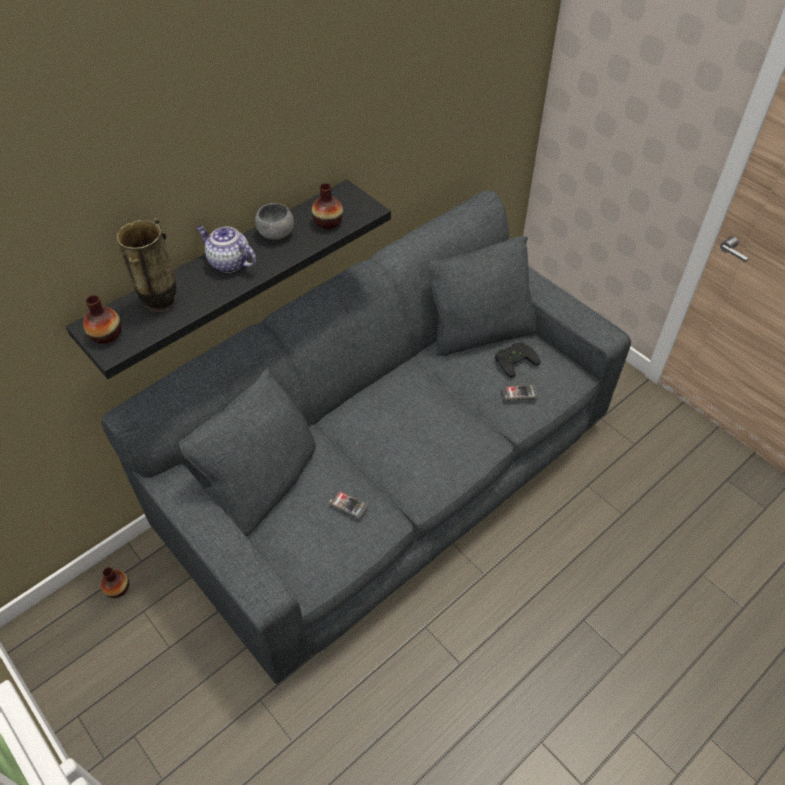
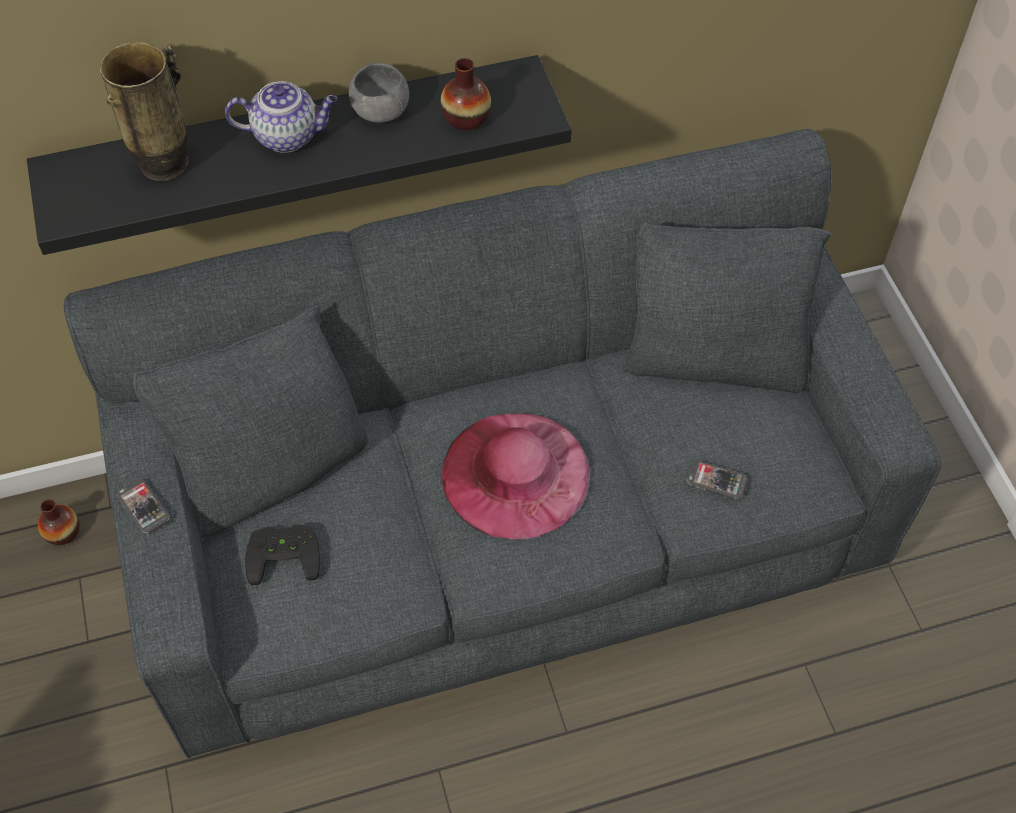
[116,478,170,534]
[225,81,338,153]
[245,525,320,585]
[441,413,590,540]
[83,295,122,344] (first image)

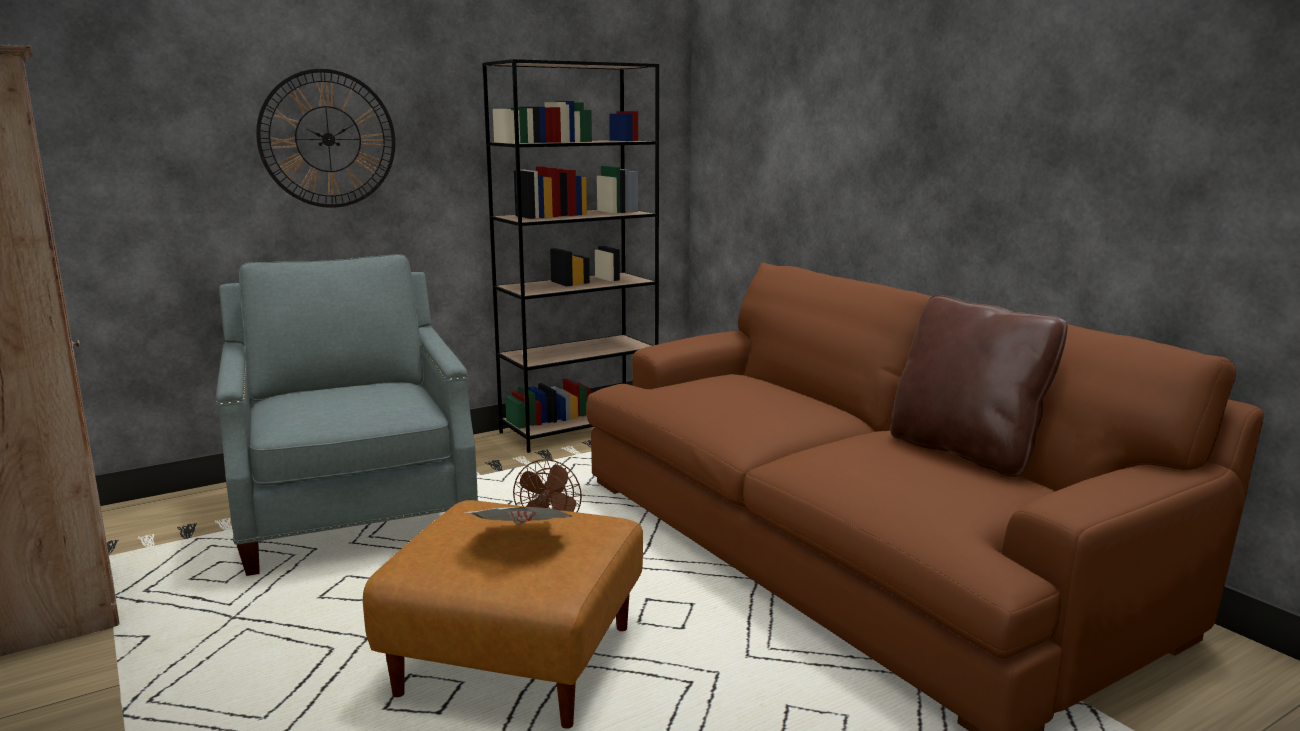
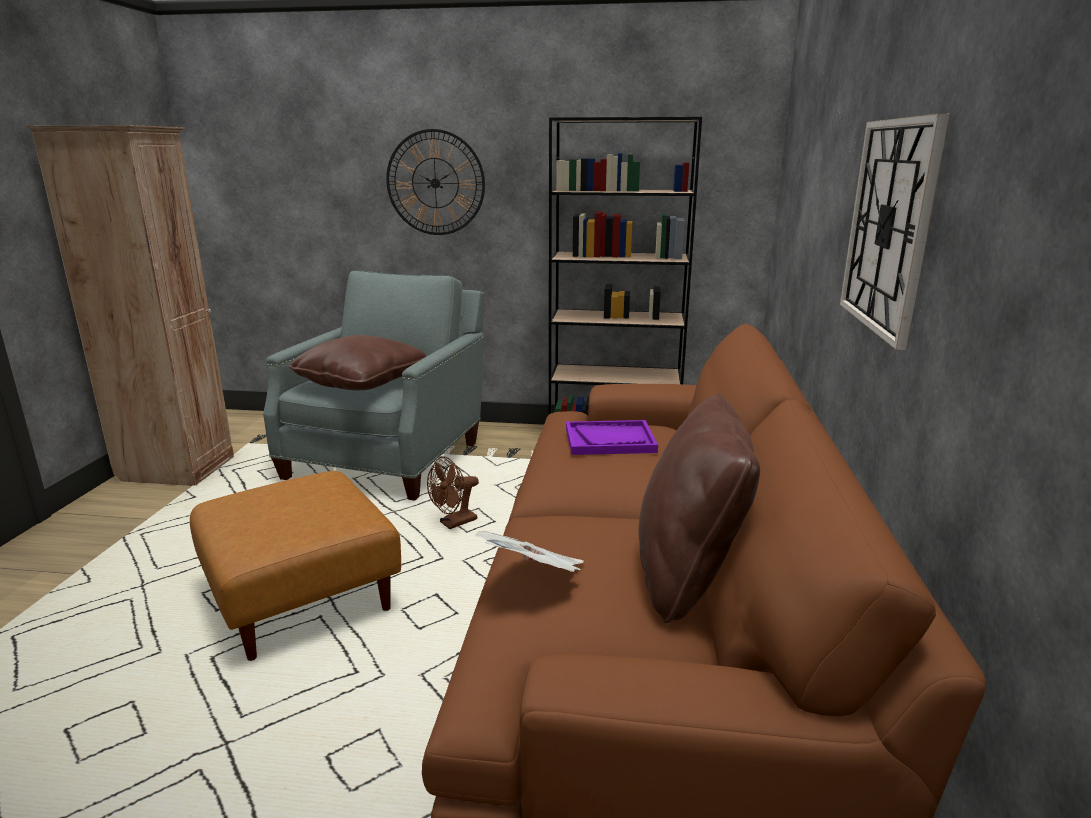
[288,335,427,390]
[475,531,584,572]
[566,420,658,455]
[840,114,950,350]

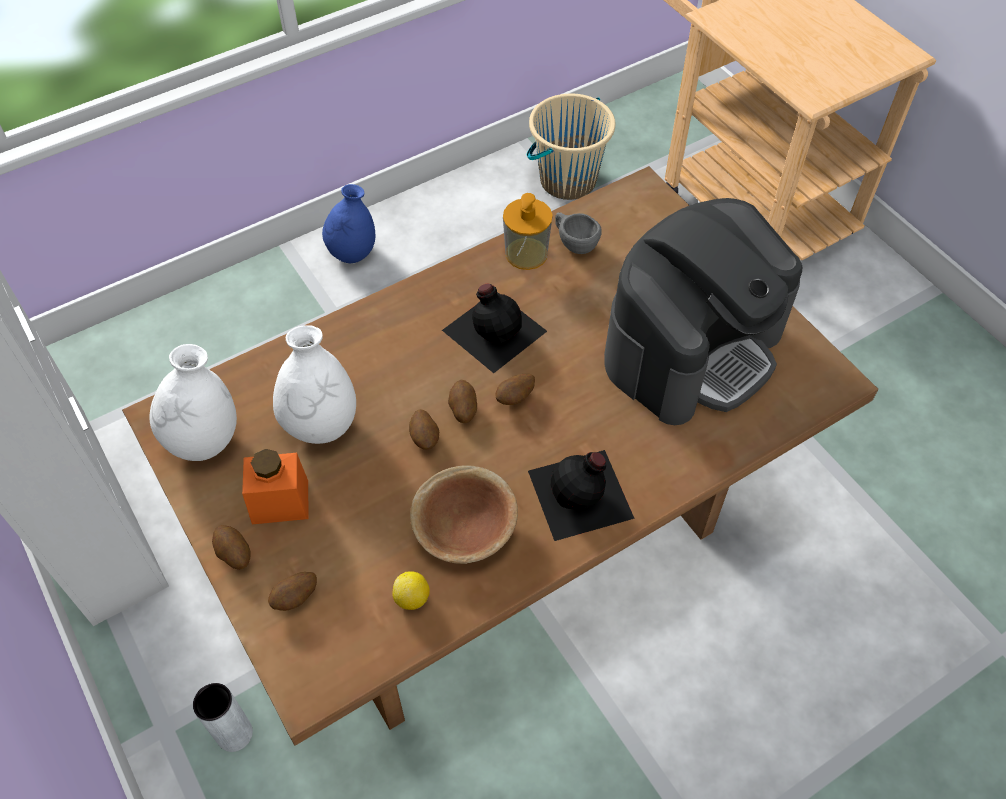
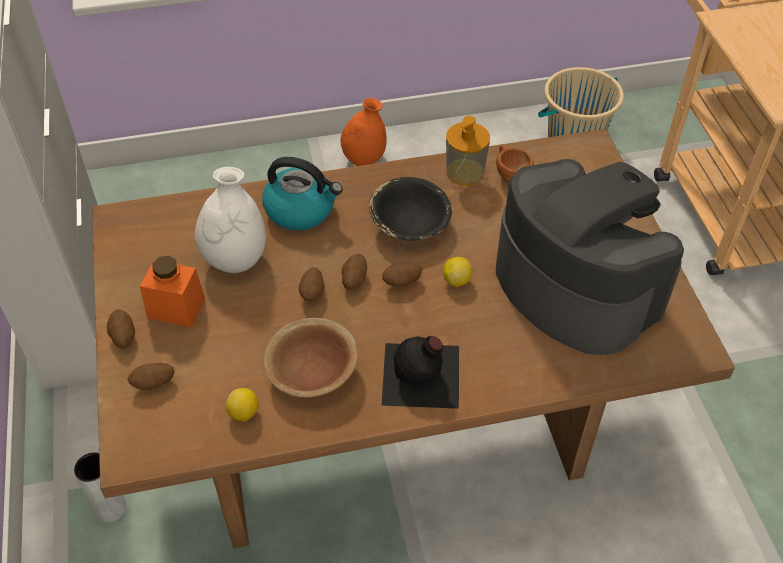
[262,157,343,231]
[340,98,387,166]
[369,177,452,241]
[443,257,473,287]
[496,144,534,183]
[496,159,684,355]
[149,344,237,461] (first image)

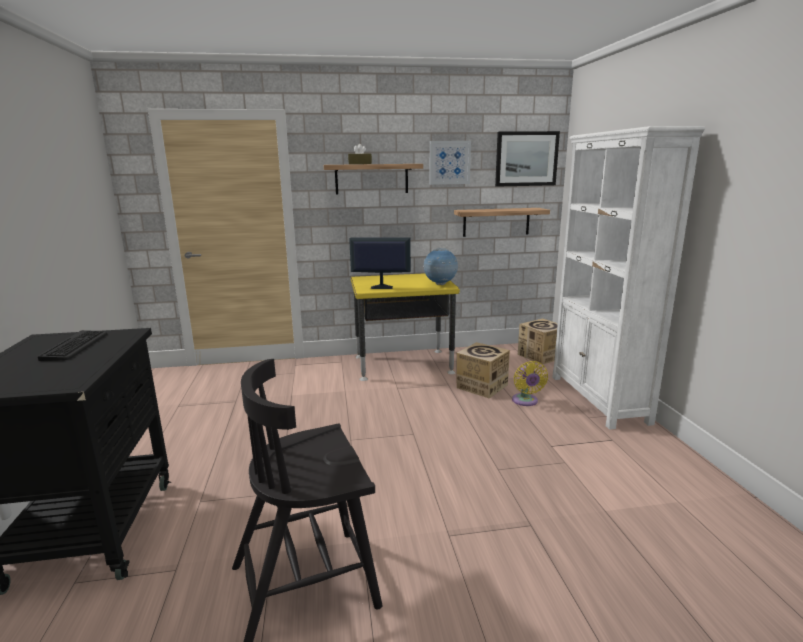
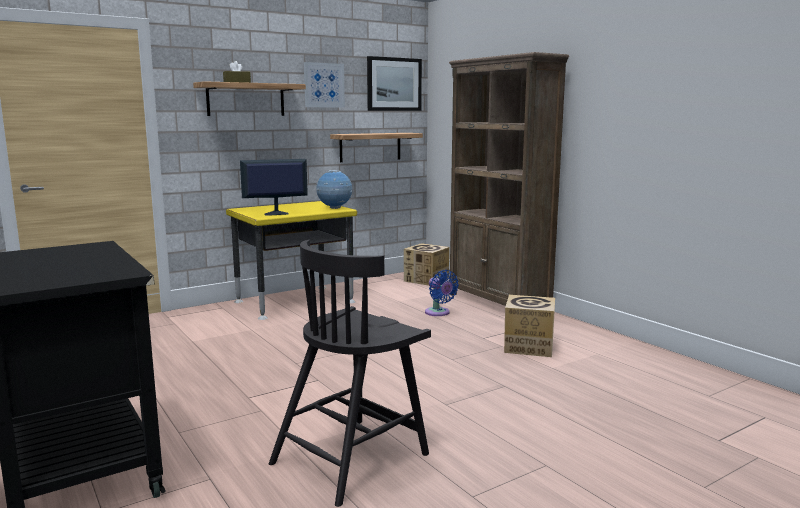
[425,270,459,316]
[449,52,569,306]
[504,295,555,357]
[38,330,107,361] (first image)

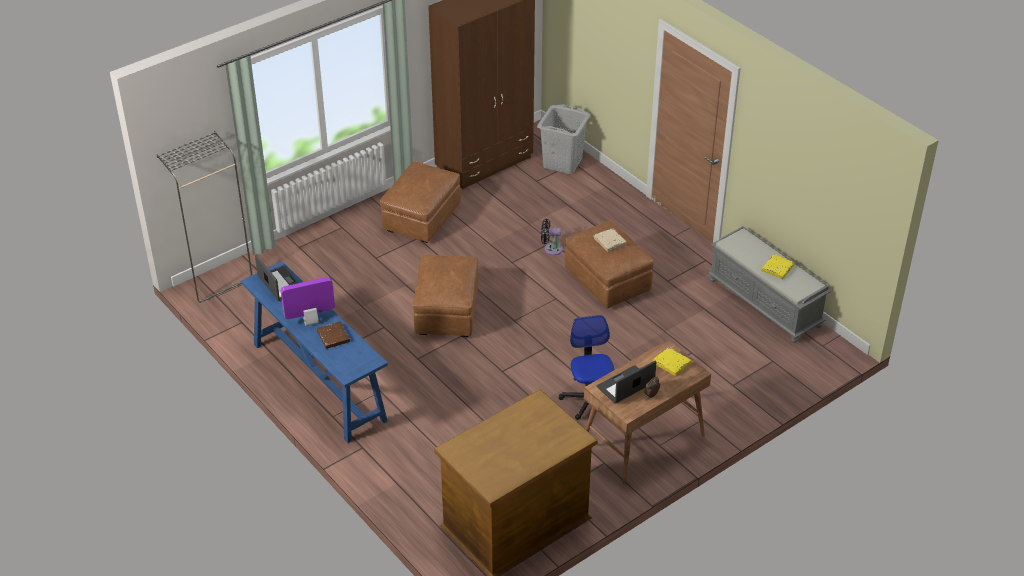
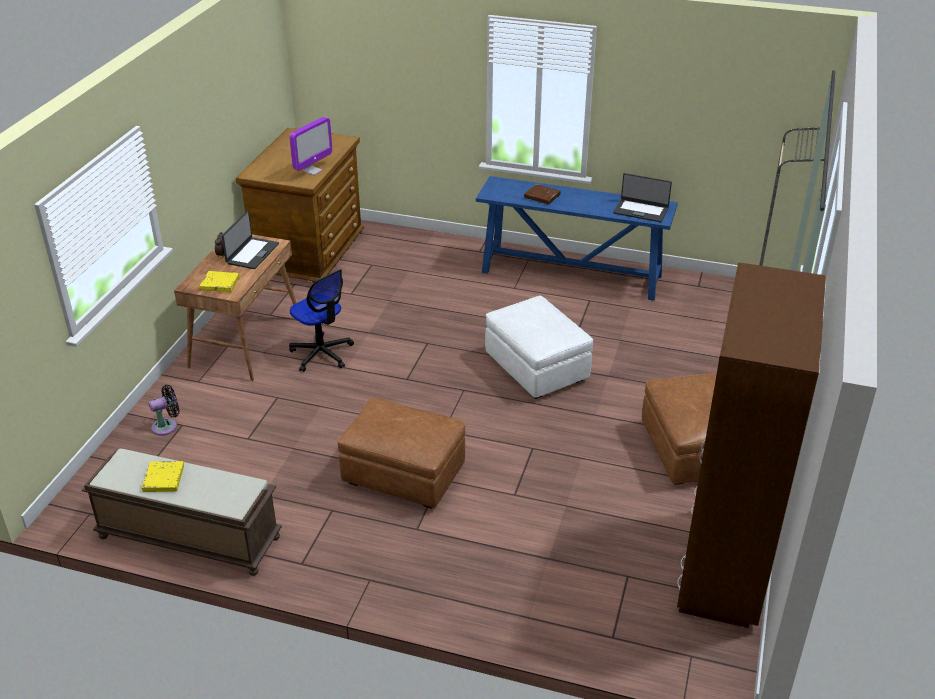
[81,449,282,576]
[149,385,180,436]
[290,117,332,175]
[485,295,593,399]
[537,104,590,174] (first image)
[594,228,627,252] (first image)

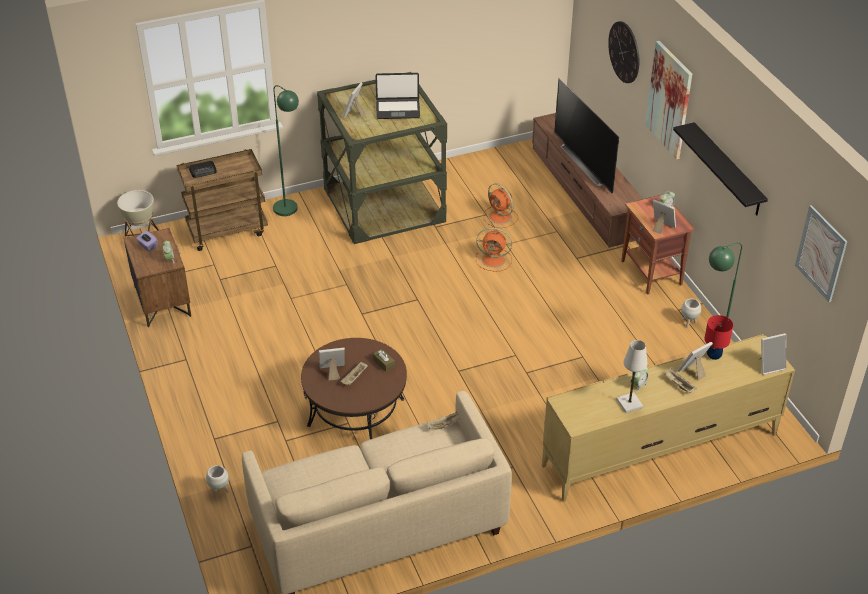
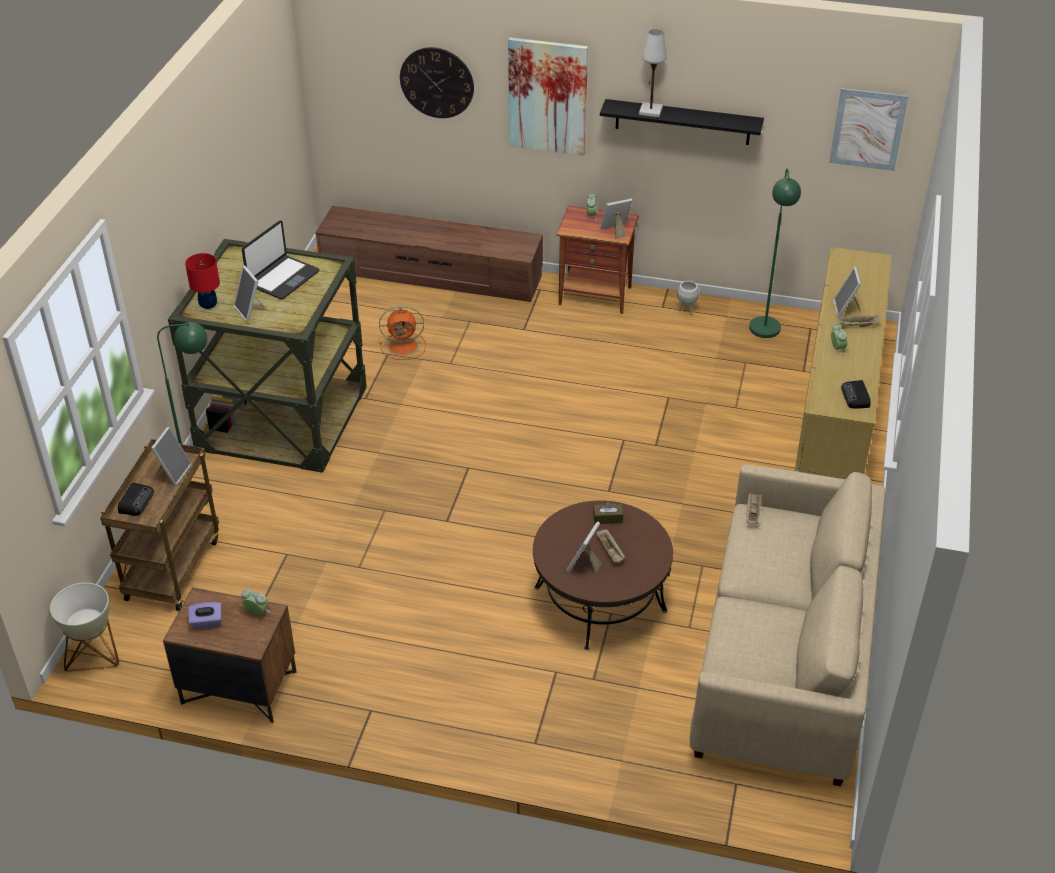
[151,427,192,486]
[185,253,220,309]
[639,29,667,117]
[841,380,871,409]
[206,465,229,497] (first image)
[476,228,512,271] (first image)
[554,78,619,194] (first image)

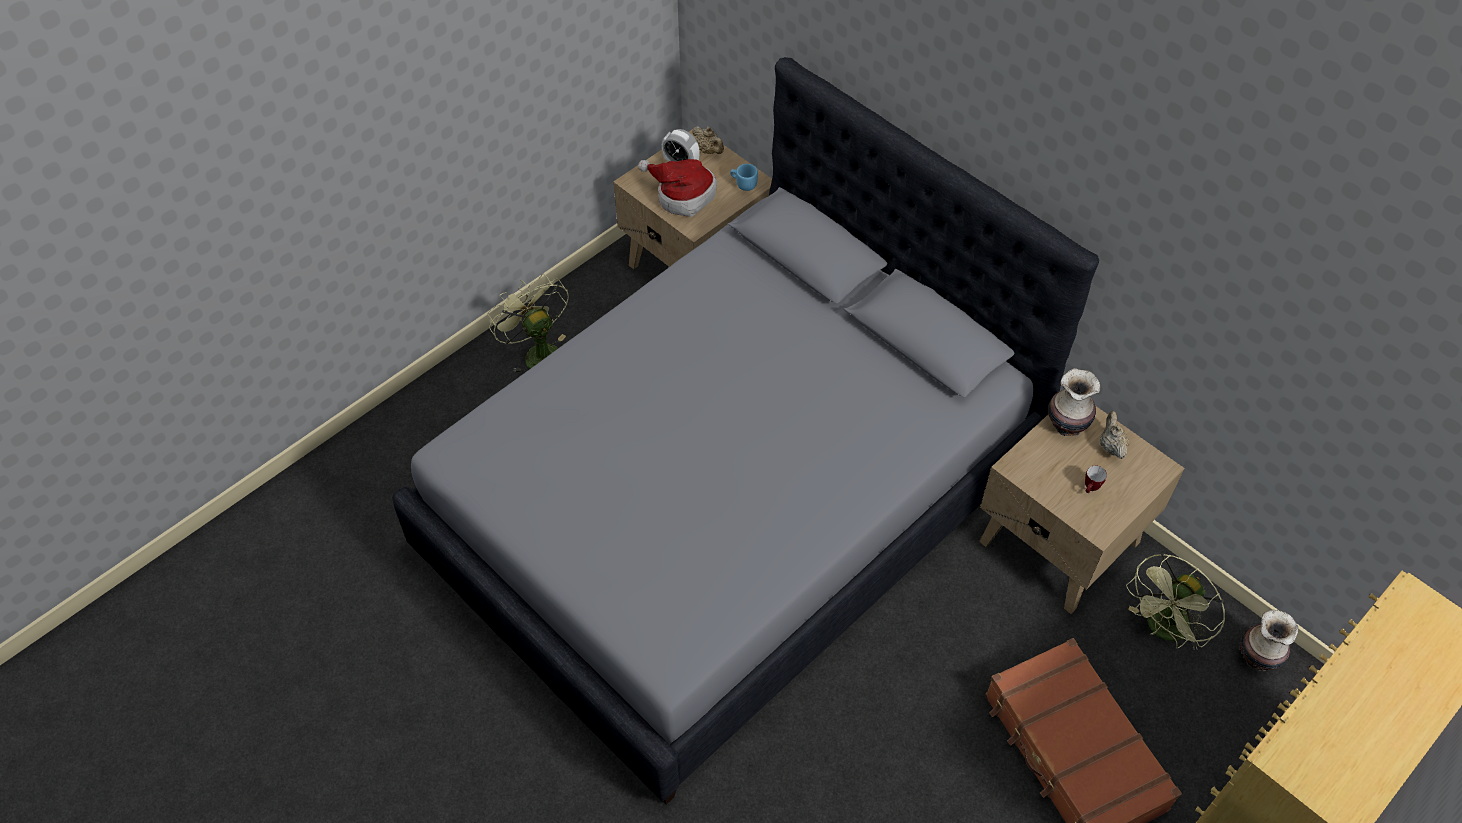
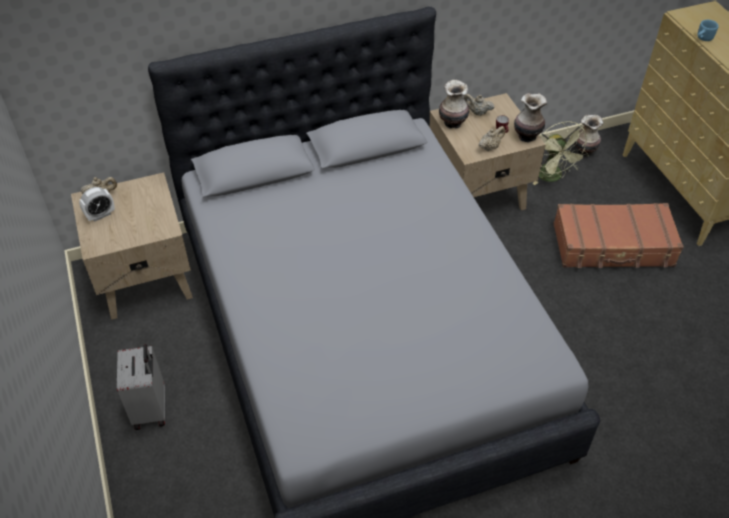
[117,344,165,430]
[479,126,505,151]
[514,93,547,142]
[698,20,719,41]
[638,159,717,217] (first image)

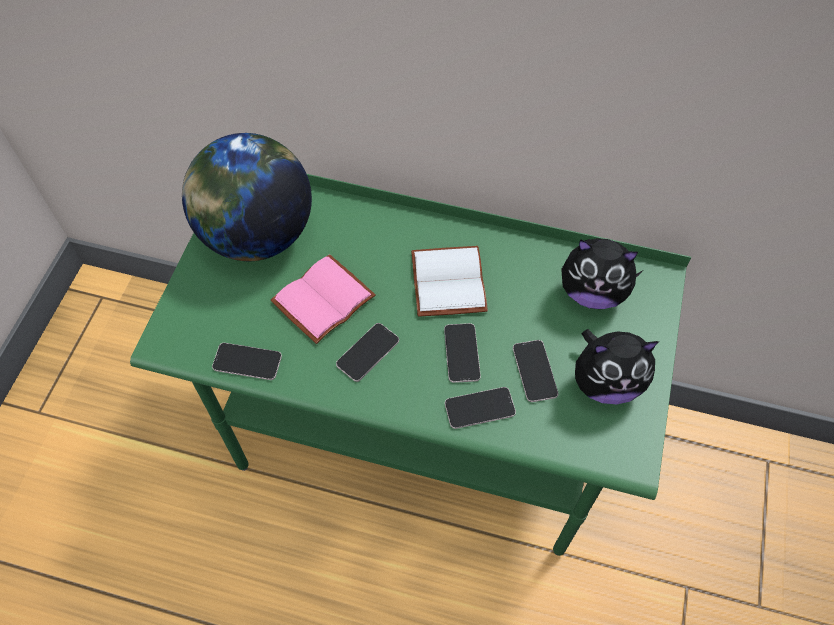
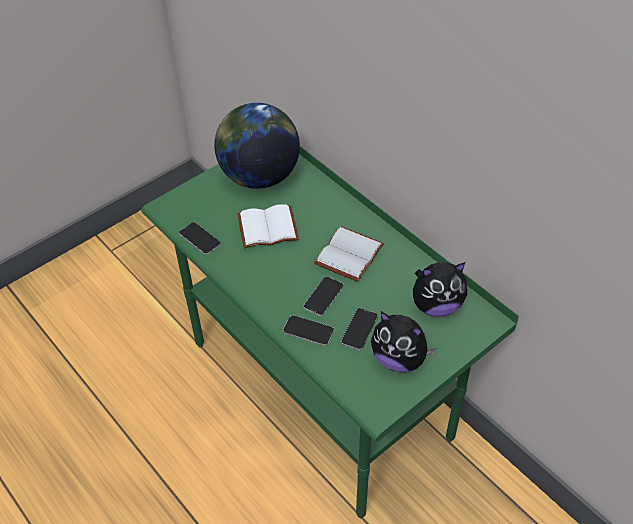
[237,204,299,248]
[413,262,467,317]
[336,323,399,382] (first image)

